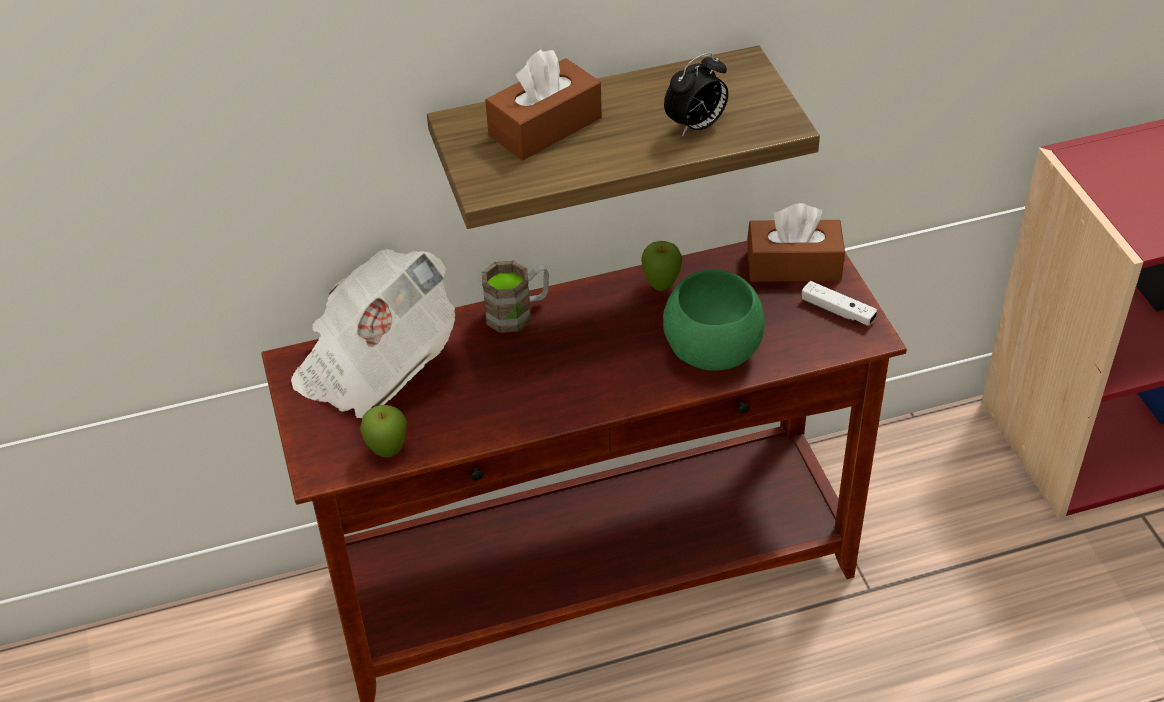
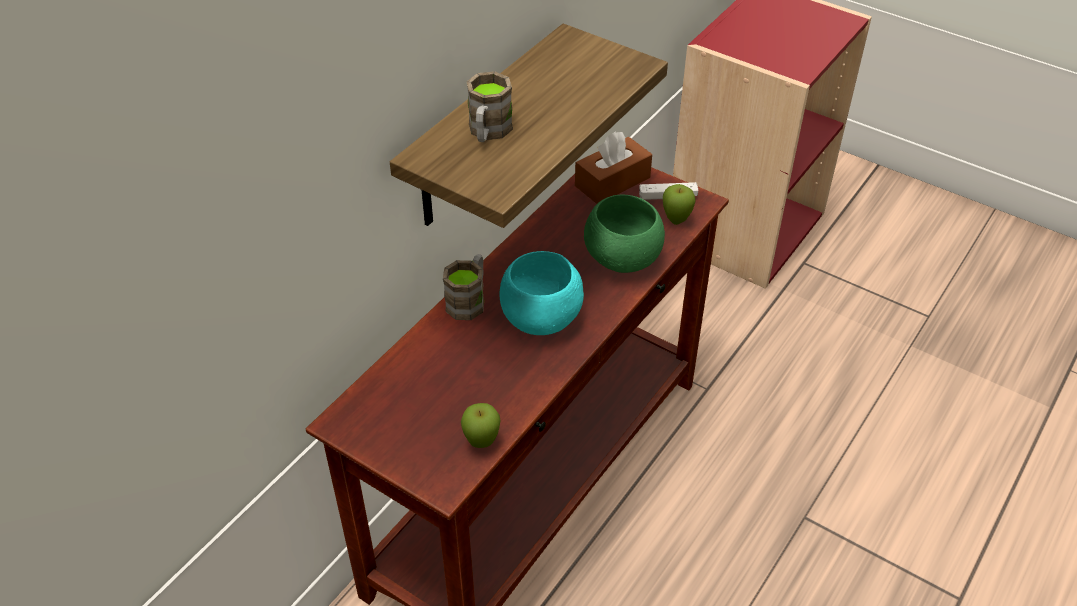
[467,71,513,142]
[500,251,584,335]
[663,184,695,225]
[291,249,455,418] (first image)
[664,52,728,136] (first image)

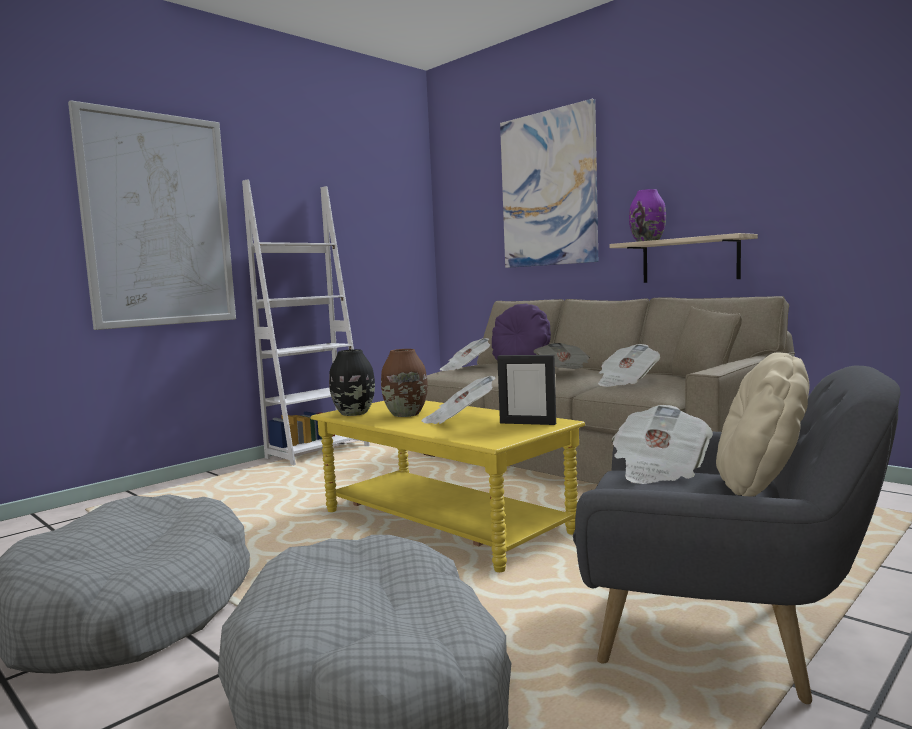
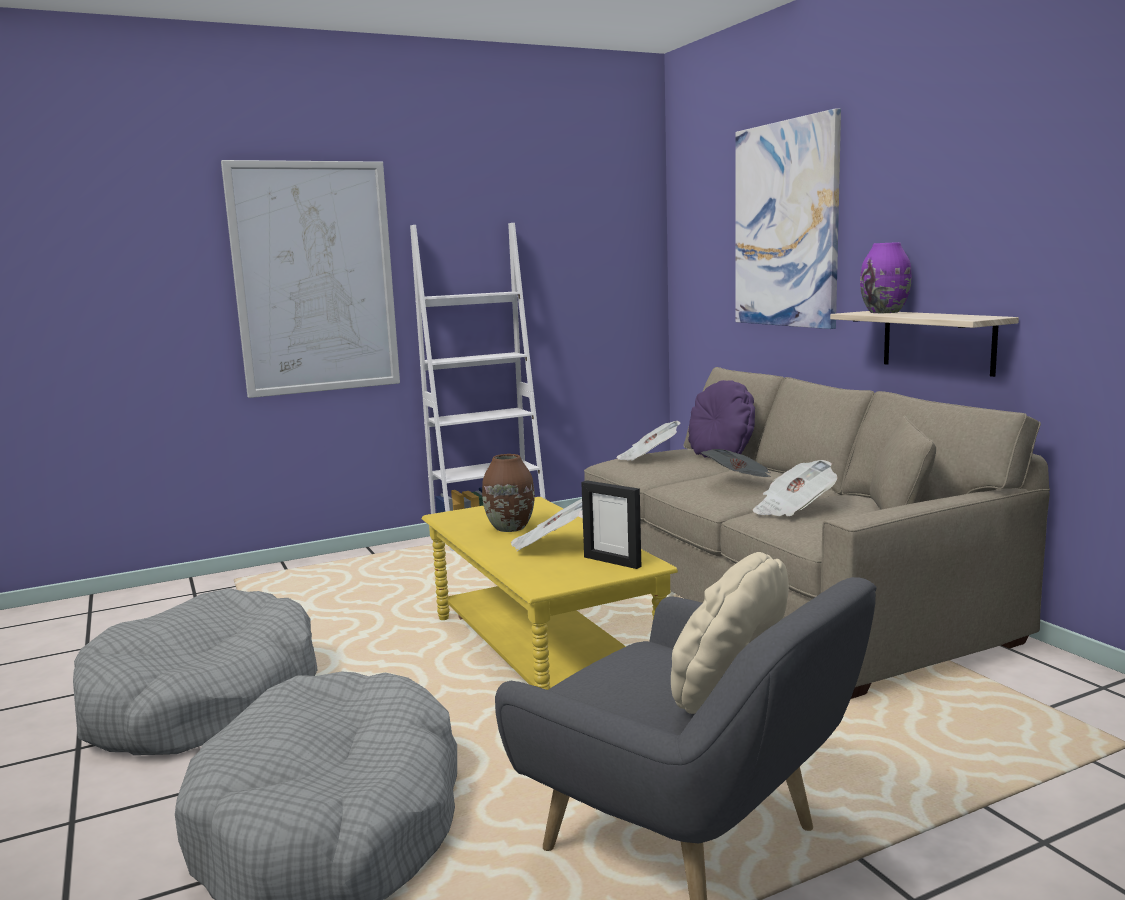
[329,349,375,416] (first image)
[612,405,713,484] (first image)

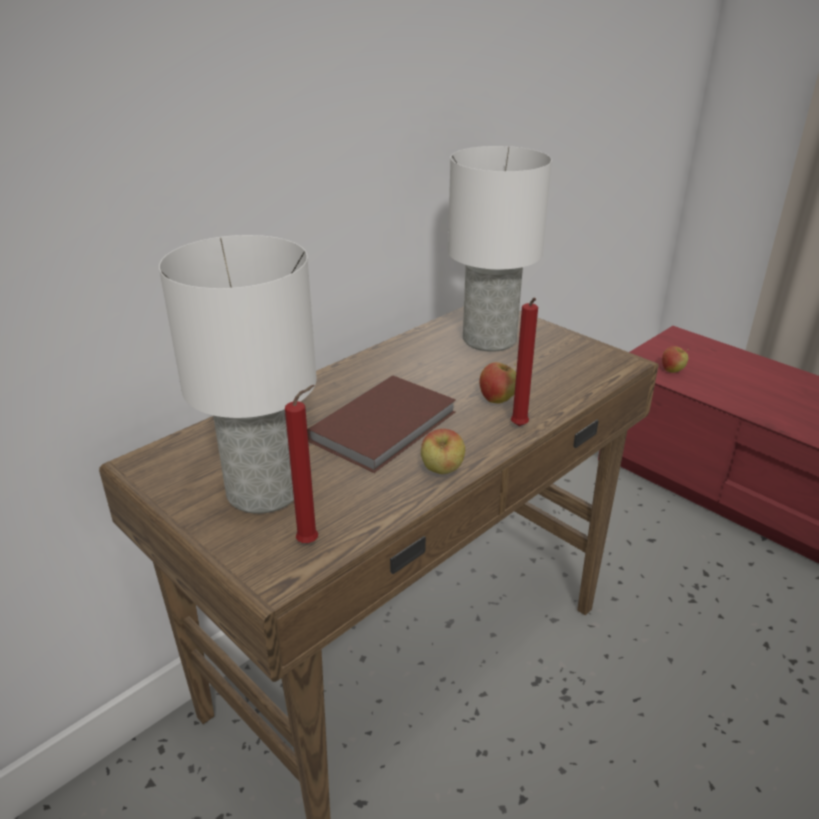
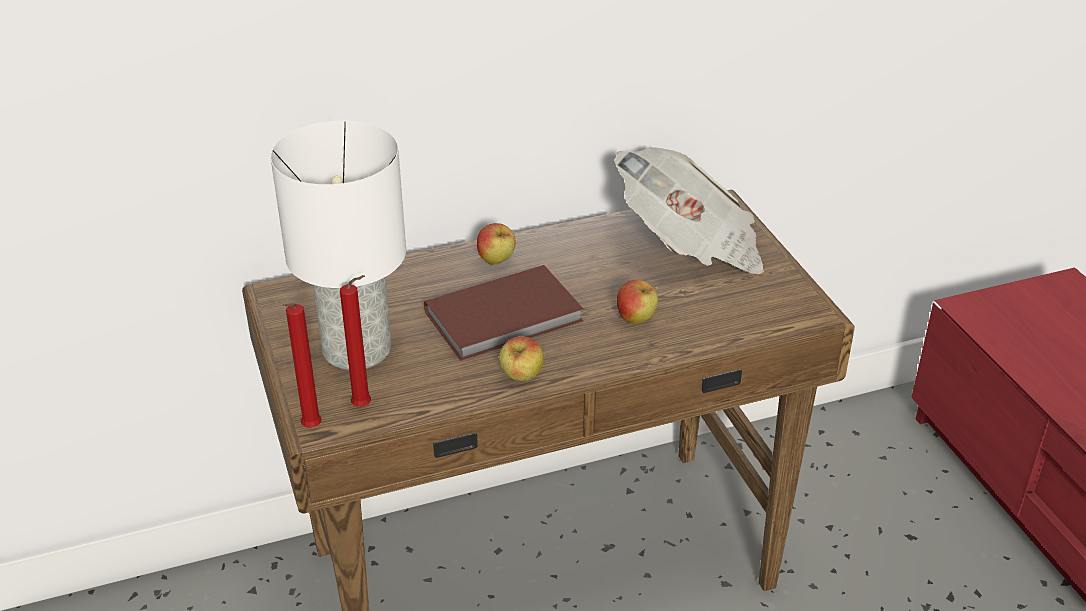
[283,303,322,428]
[477,223,516,265]
[615,147,764,274]

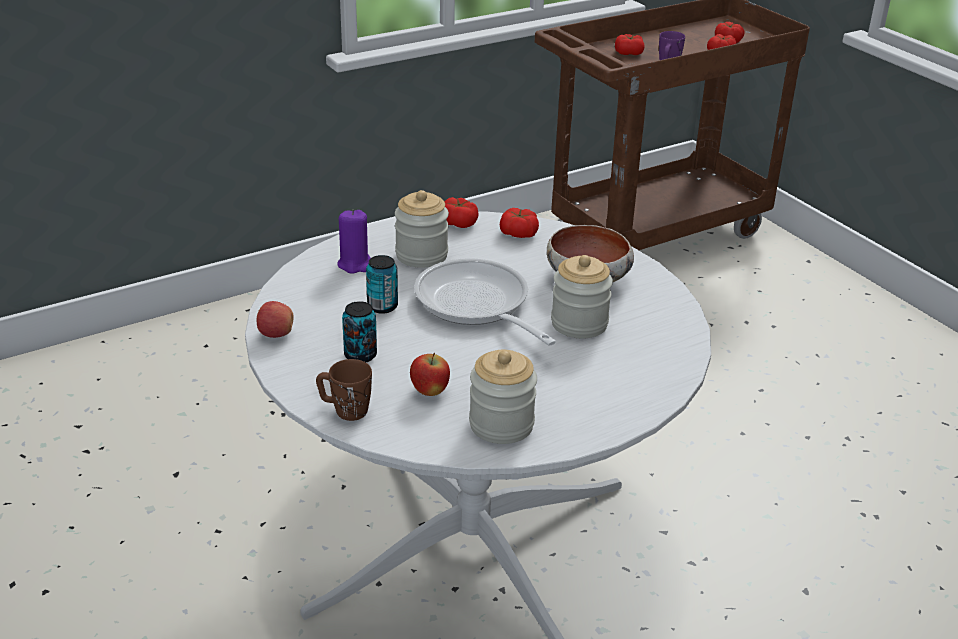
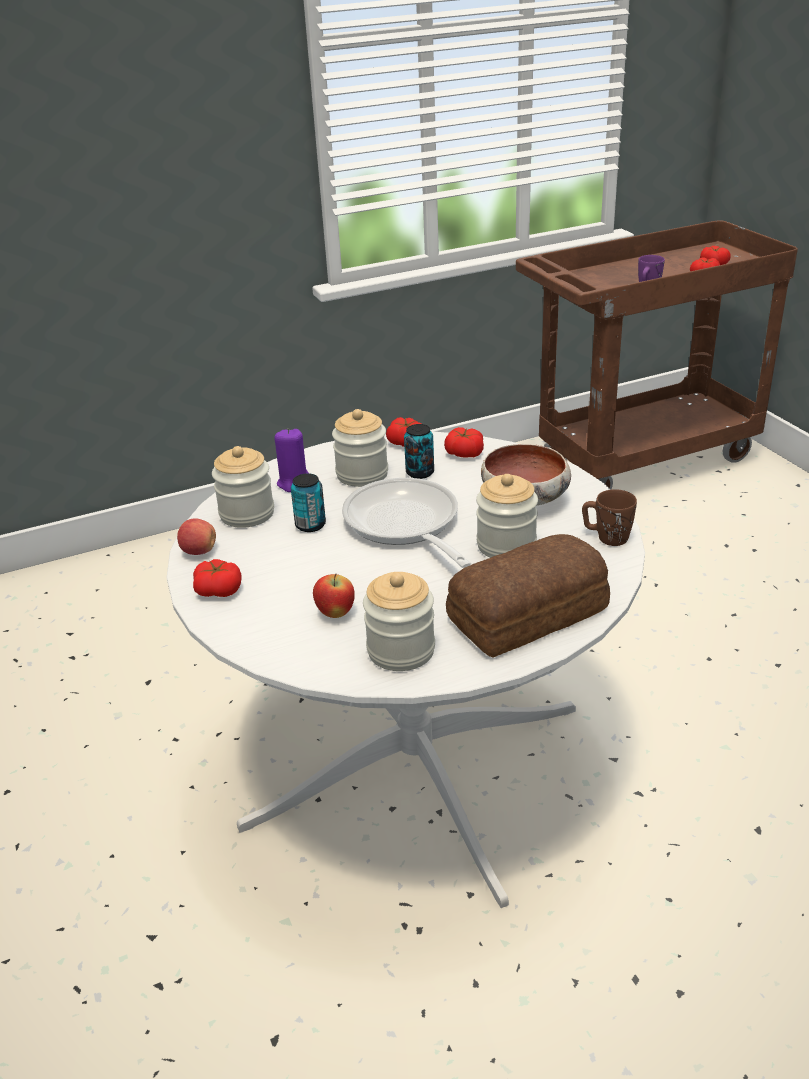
[193,559,241,597]
[212,446,274,528]
[404,424,434,479]
[446,534,610,658]
[582,489,637,546]

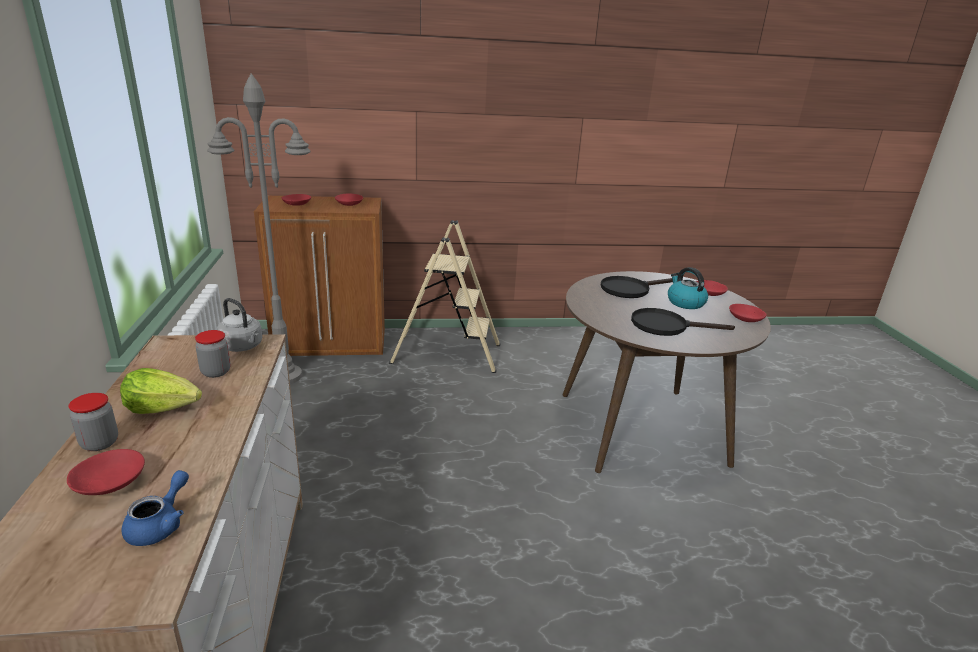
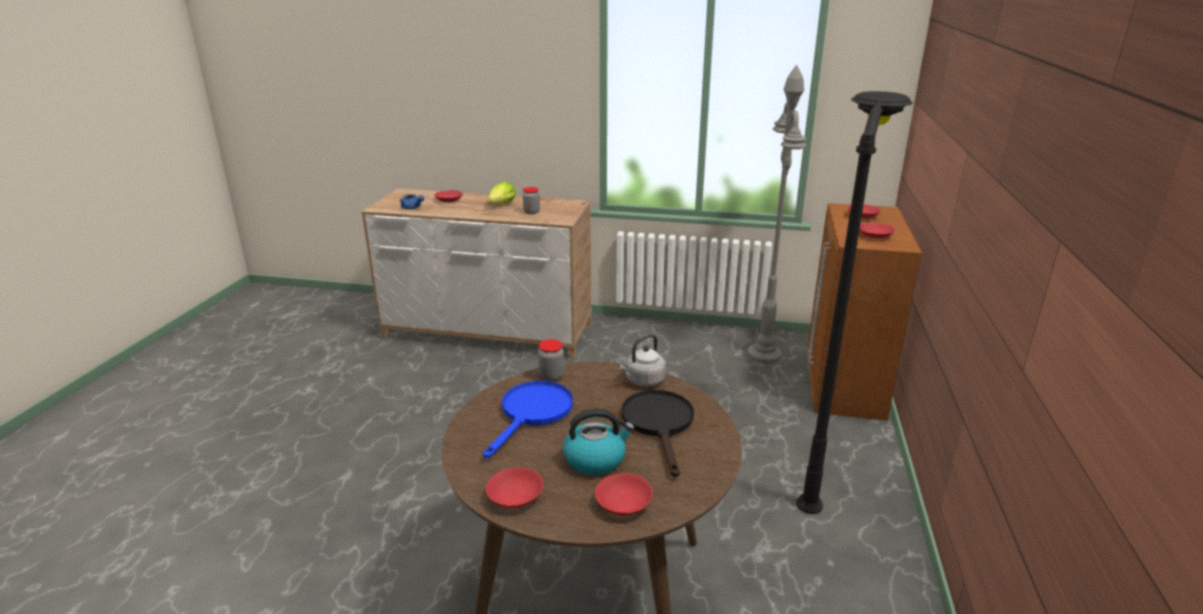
[483,381,573,459]
[538,339,564,381]
[618,334,666,387]
[797,91,913,514]

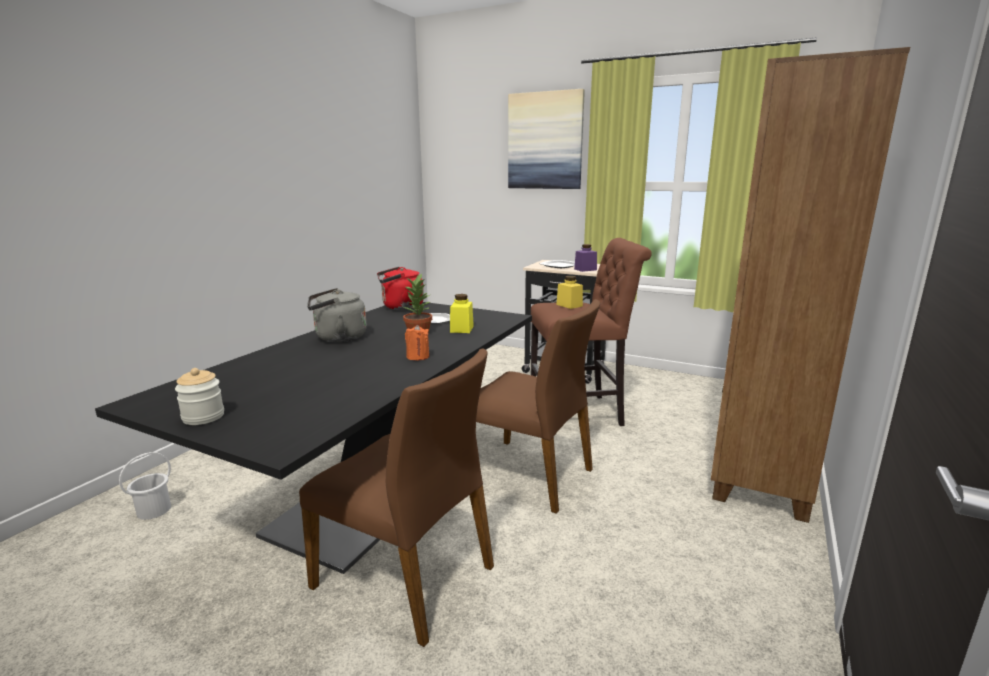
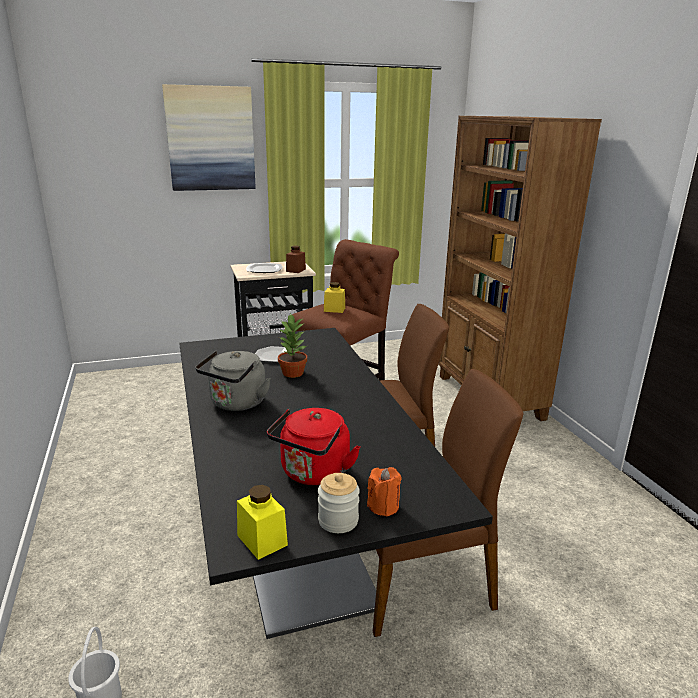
[237,485,288,560]
[267,408,360,485]
[286,246,306,273]
[367,467,401,517]

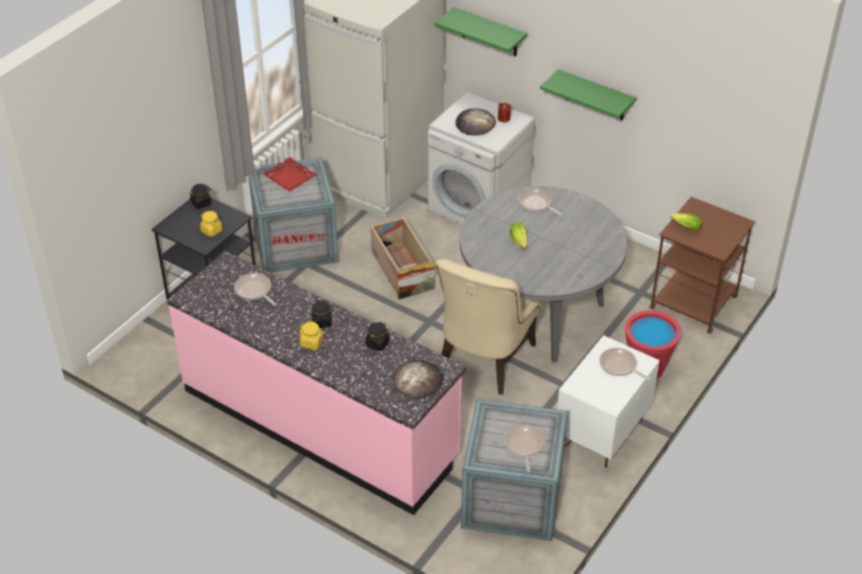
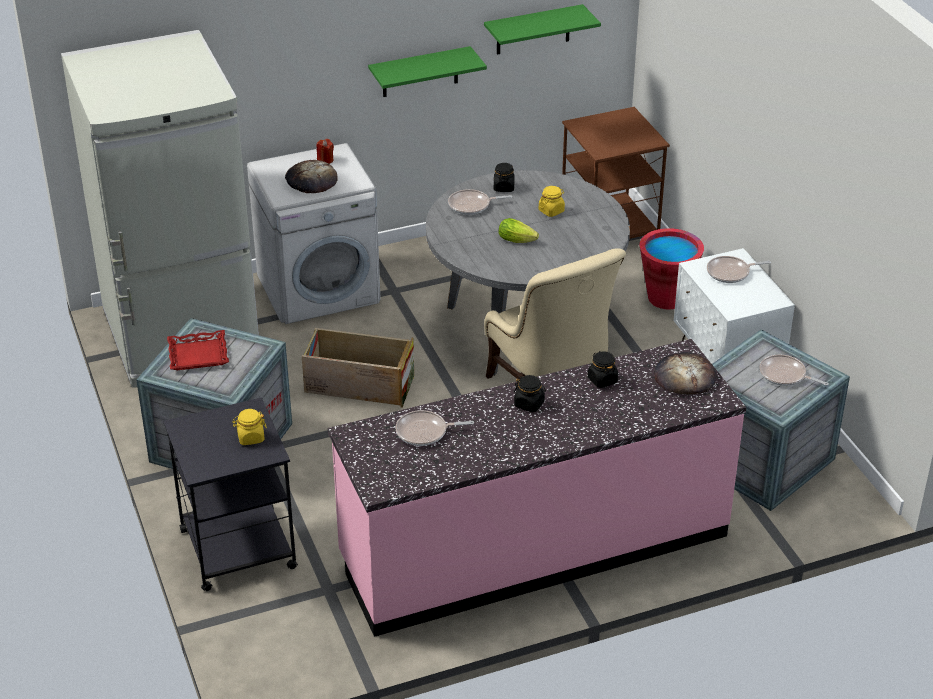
[484,4,601,55]
[494,163,515,192]
[539,186,565,217]
[670,213,702,230] (first image)

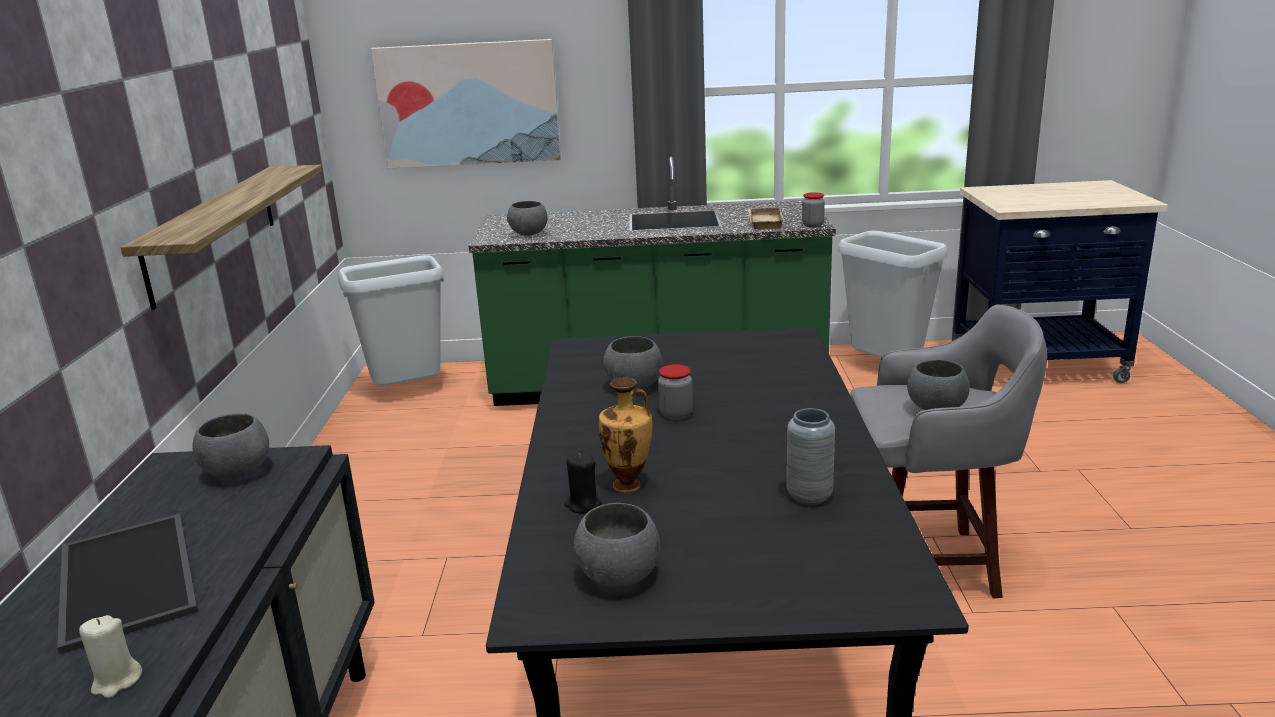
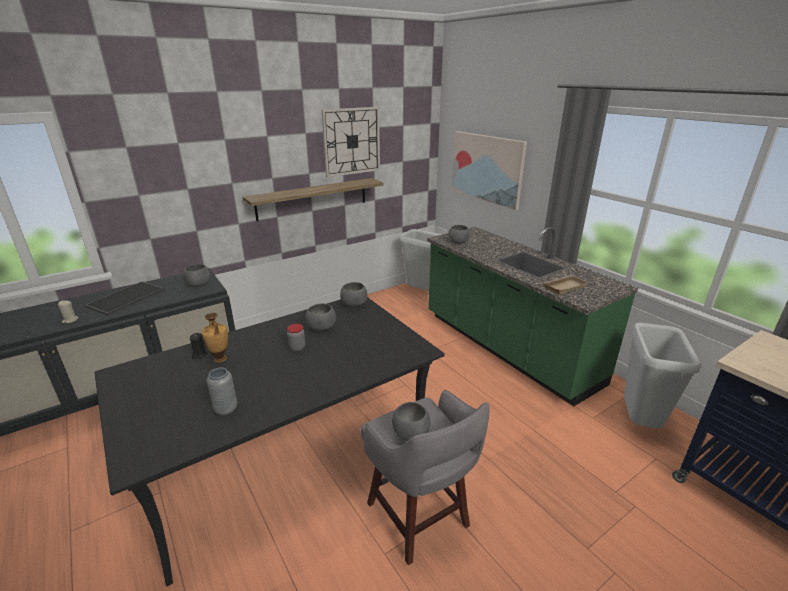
[321,107,380,177]
[340,282,367,307]
[802,192,825,227] (first image)

